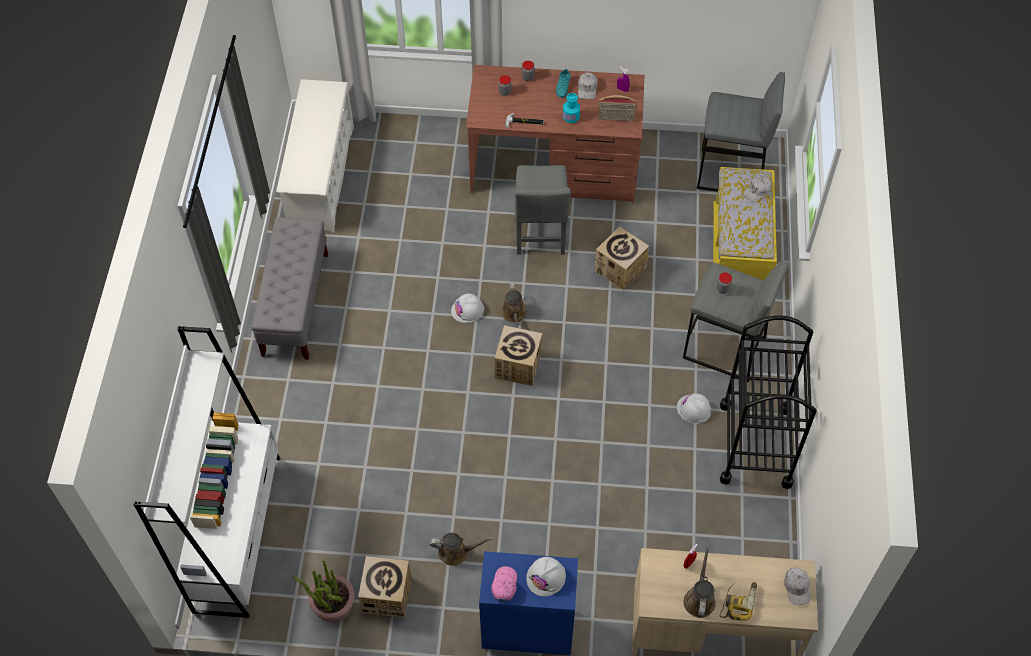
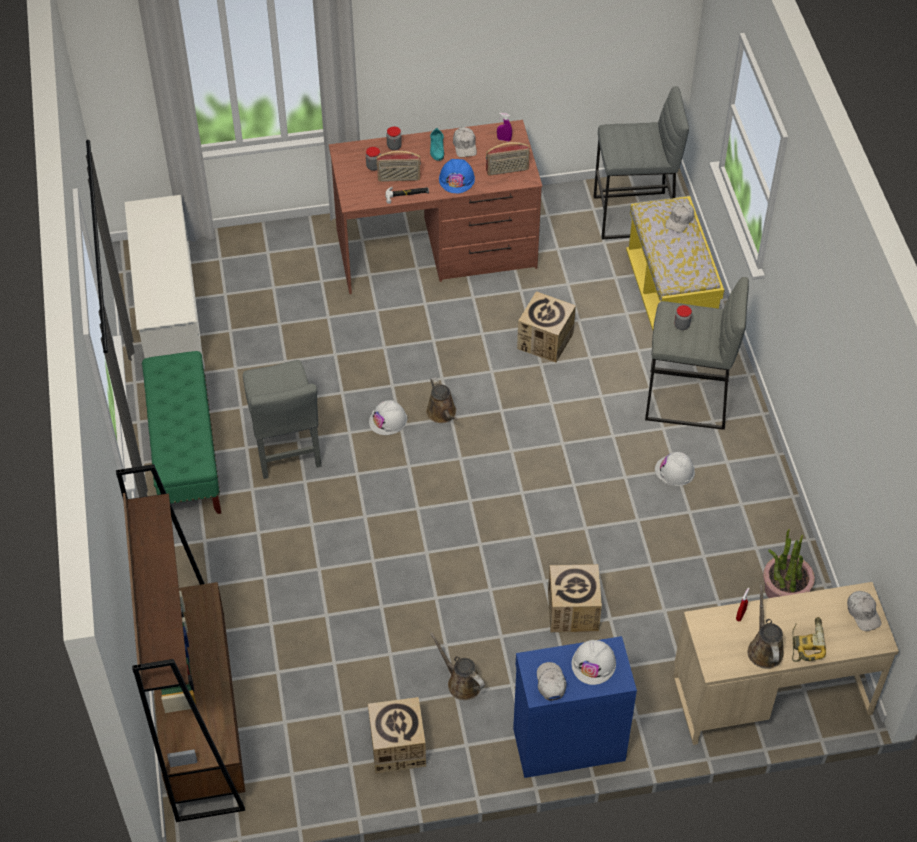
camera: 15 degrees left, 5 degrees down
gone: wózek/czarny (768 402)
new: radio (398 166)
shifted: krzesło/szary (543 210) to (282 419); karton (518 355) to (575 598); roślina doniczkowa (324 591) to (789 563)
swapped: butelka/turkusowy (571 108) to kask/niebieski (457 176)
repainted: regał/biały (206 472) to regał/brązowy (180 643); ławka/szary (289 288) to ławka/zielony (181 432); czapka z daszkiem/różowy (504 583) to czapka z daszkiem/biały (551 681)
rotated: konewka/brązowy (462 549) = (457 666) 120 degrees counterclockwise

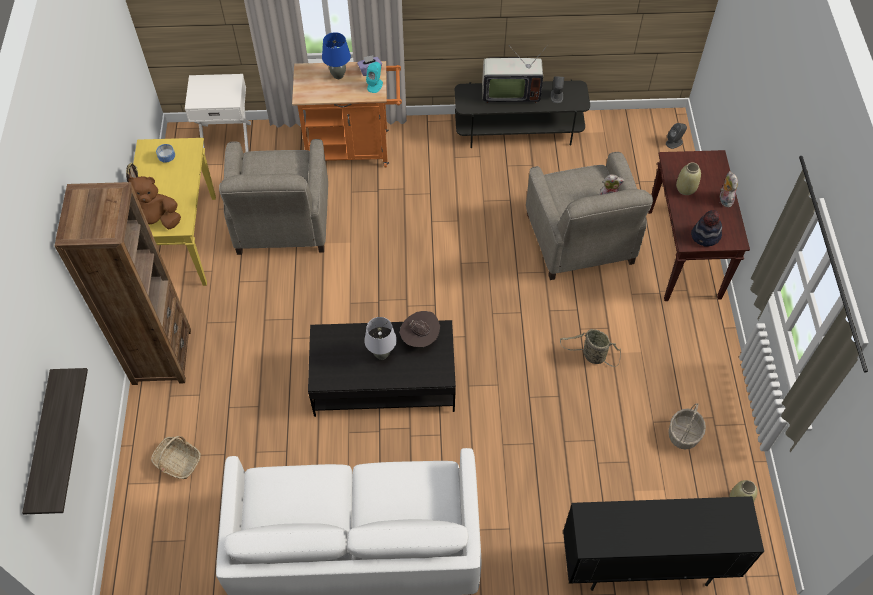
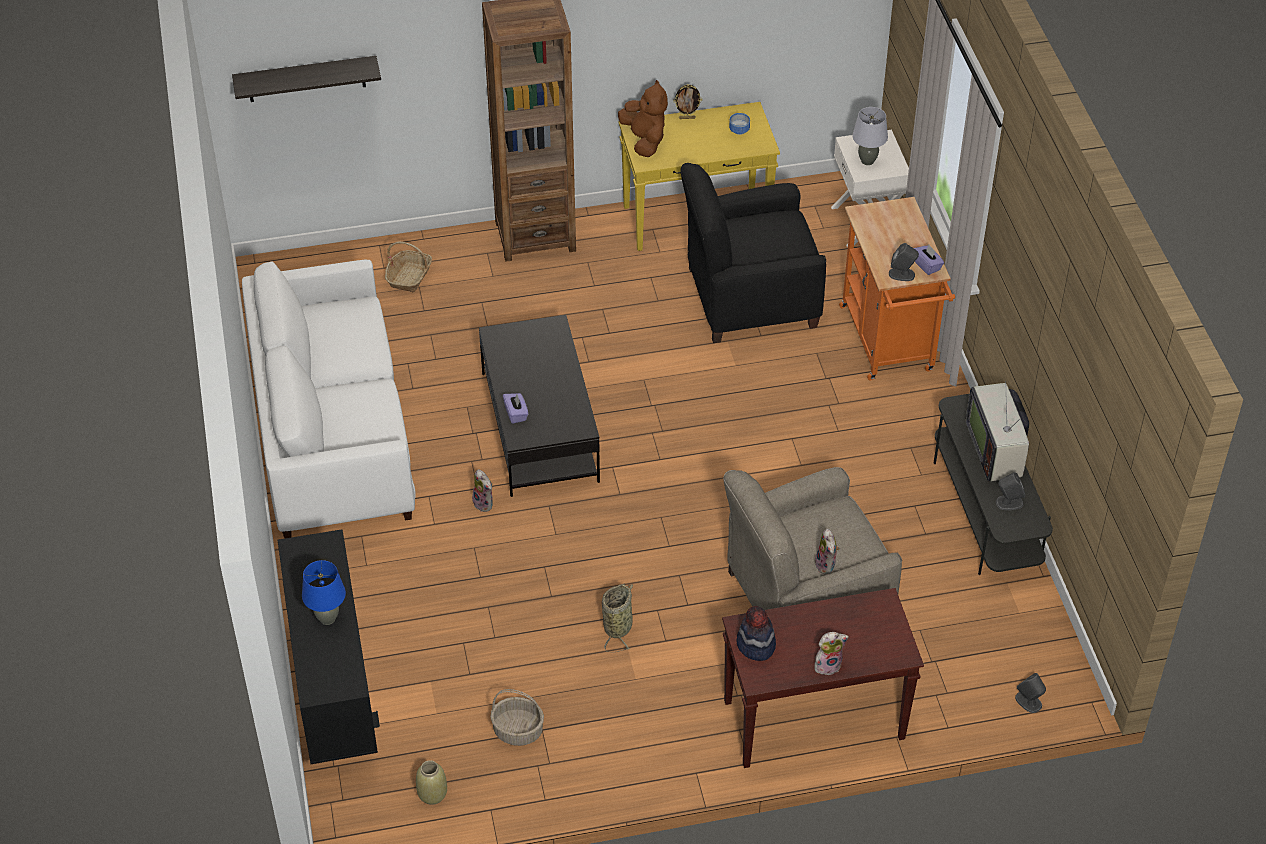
camera: 80 degrees right, 10 degrees down
gone: kapelusz/brązowy (420 329); wazon/beżowy (688 178)
new: pluszak (482 491); pudełko chusteczek/fioletowy (516 408)
shifted: lampa stołowa/niebieski (336 55) to (324 592); lampa stołowa/szary (380 338) to (870 136)
repainted: fotel/beżowy (273 197) to fotel/czarny (753 253); głośnik/turkusowy (374 77) to głośnik/szary (904 262)

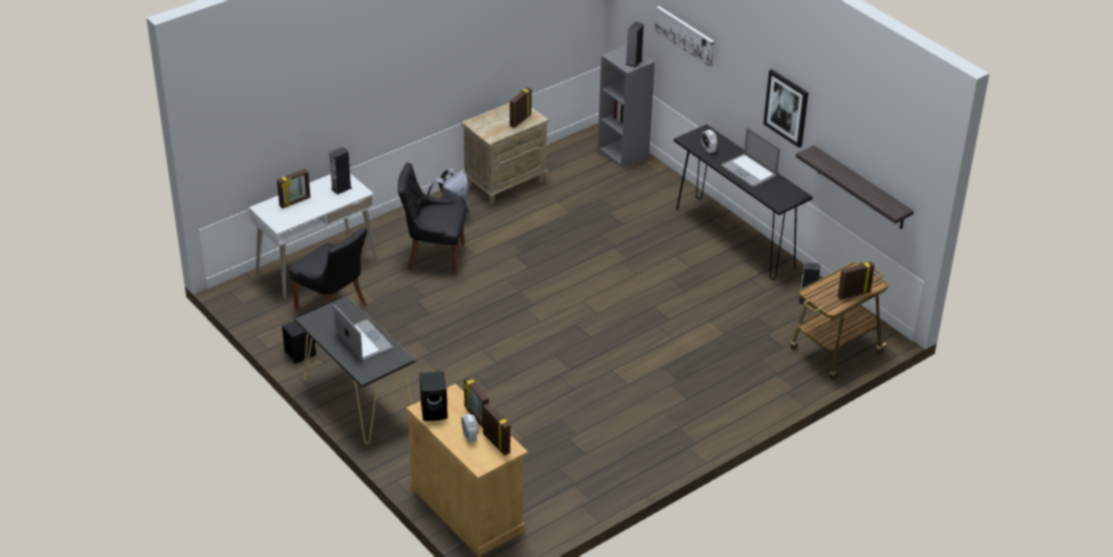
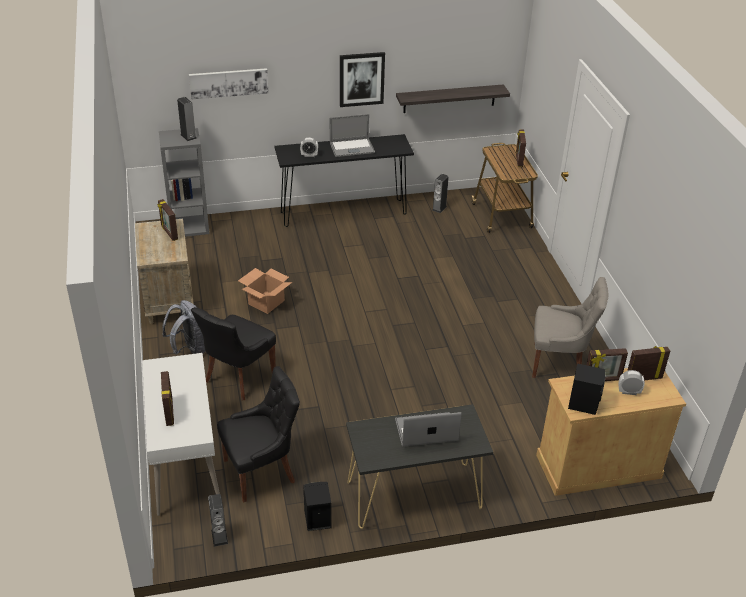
camera: 65 degrees left, 0 degrees up
new: karton (265 291); krzesło/szary (570 327)
shifted: głośnik (340 171) to (218 520)

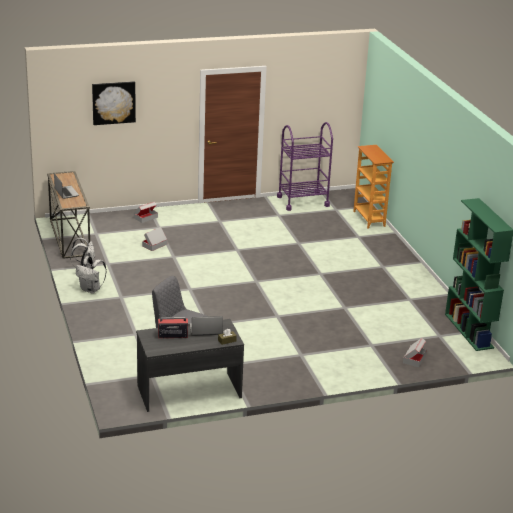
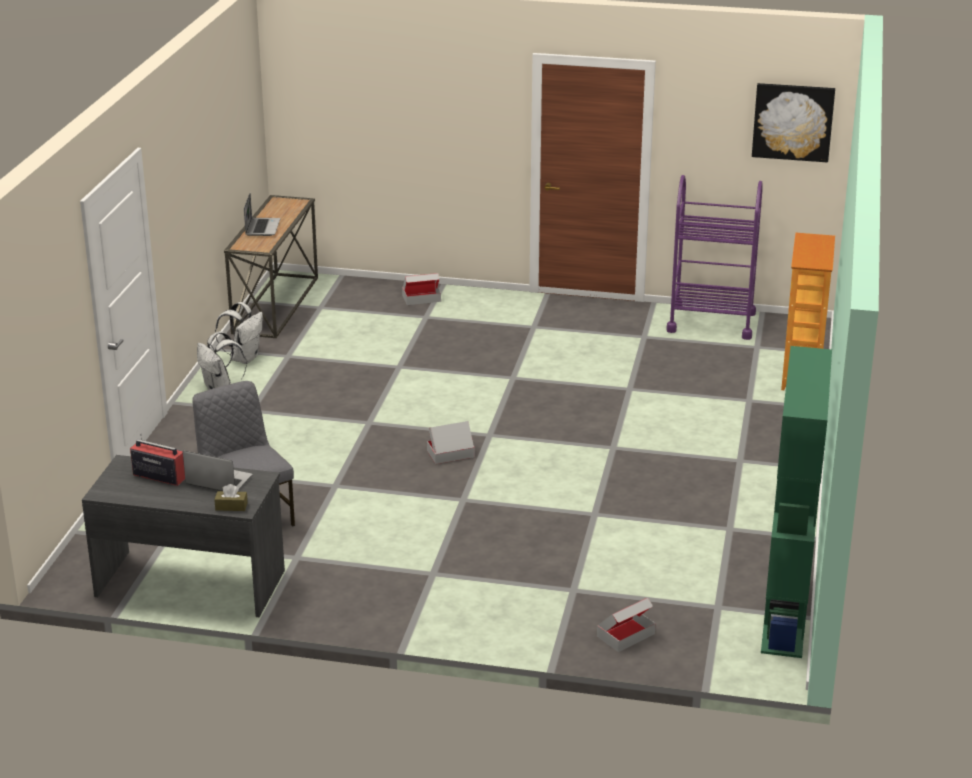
camera: 30 degrees right, 0 degrees up
shifted: karton (154 239) to (451 442); obraz (114 103) to (793 122)

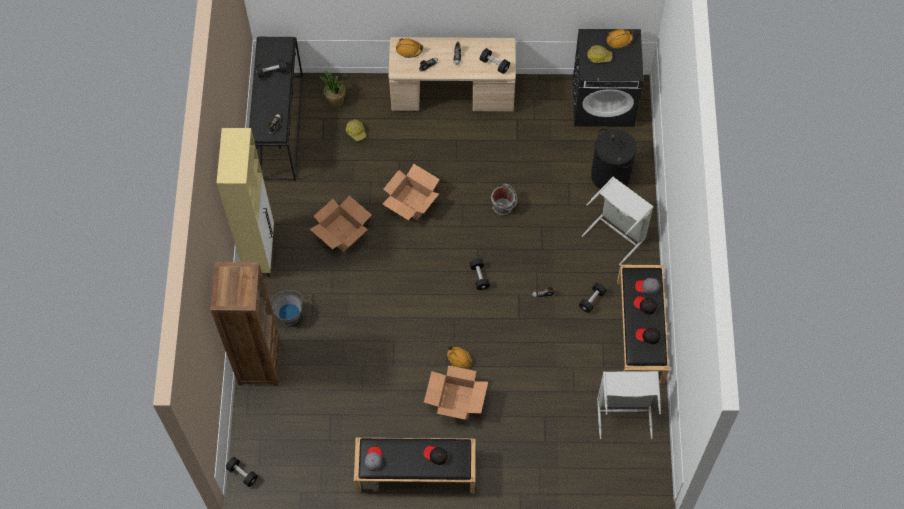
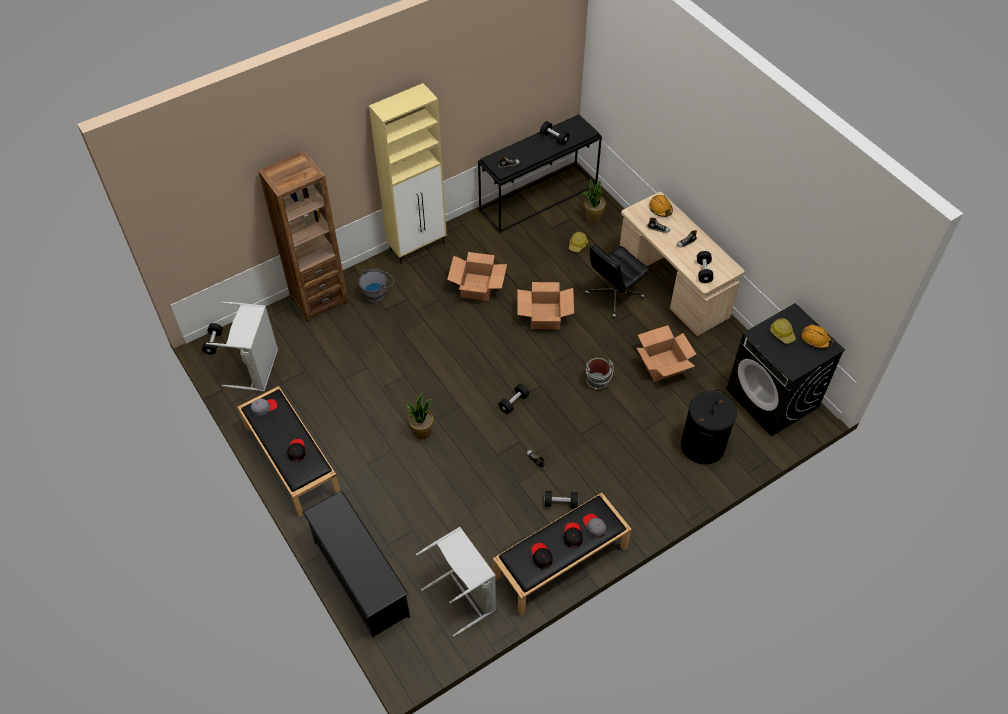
camera: 55 degrees right, 10 degrees down
new: regał na buty/czarny (356 563); krzesło biurowe/czarny (617 281)
shifted: kosz na pranie/szary (618 220) to (242 346); karton (456 392) to (666 353)
swapped: kask/pomarańczowy (459 357) to roślina doniczkowa (420 416)

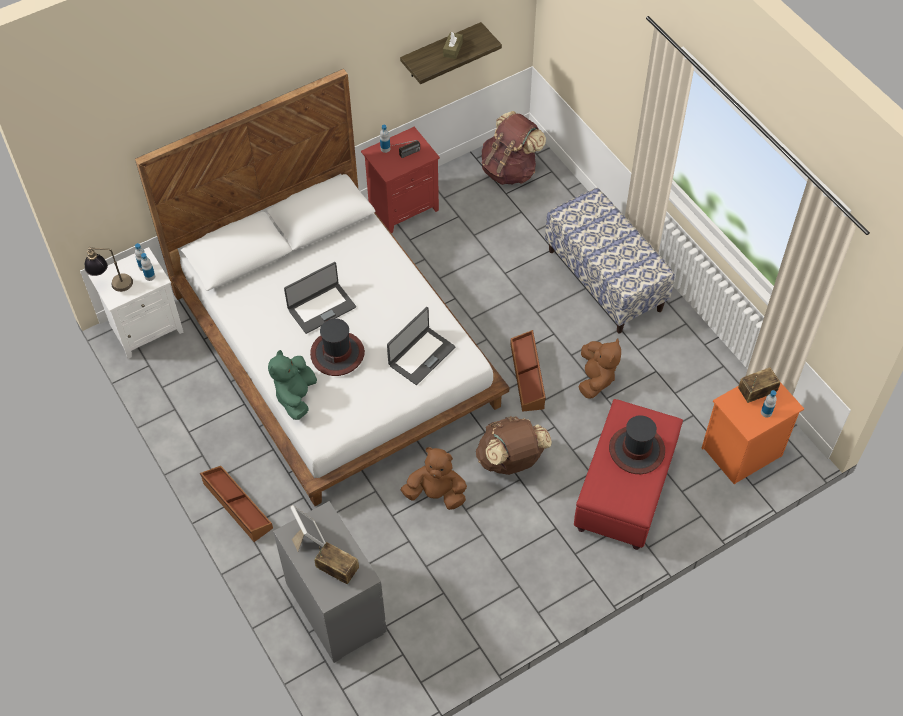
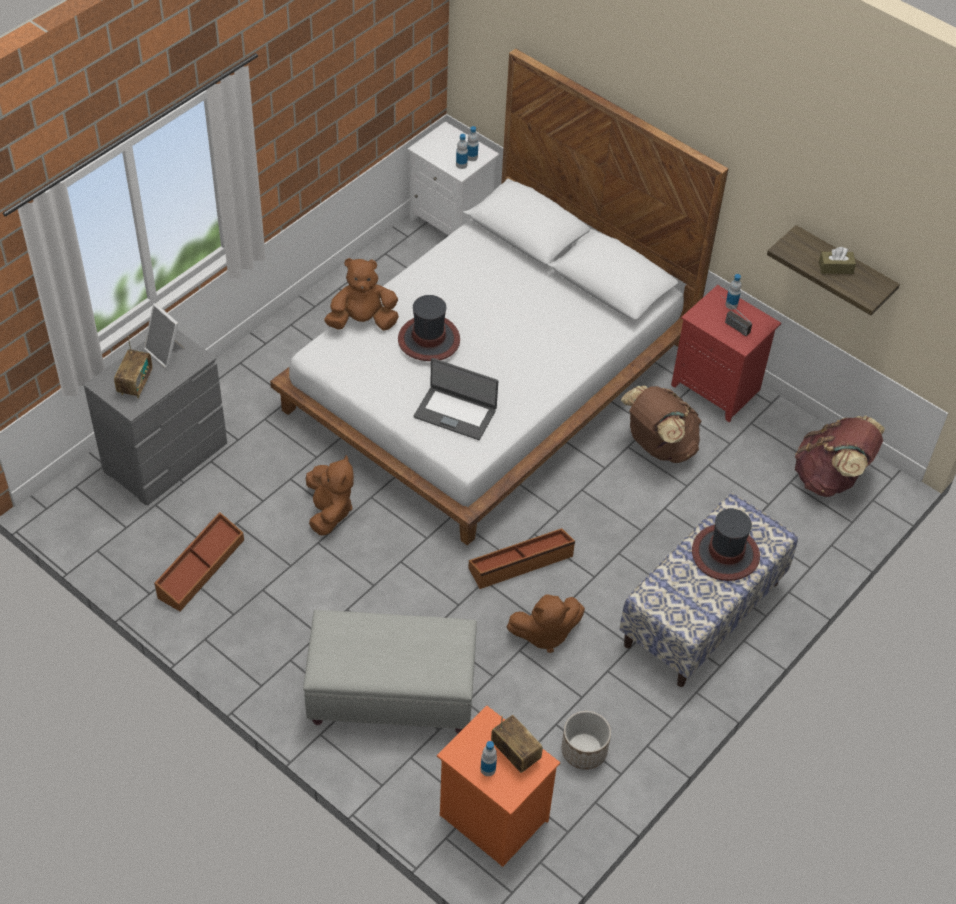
camera: 70 degrees right, 5 degrees down
gone: lampa stołowa (109 269); laptop (320 298)
new: donica (586 740)
shifted: pojemnik do przechowywania/brązowy (236 504) to (199 562); plecak/brązowy (514 445) to (661 424); kapelusz (637 444) to (726 545)
repainted: pufa/czerwony (628 474) to pufa/szary (390 672); pluszak/zielony (292 385) to pluszak/brązowy (361 294)
rotated: ramka na zdjęcie (308 528) = (164 336) 90 degrees clockwise

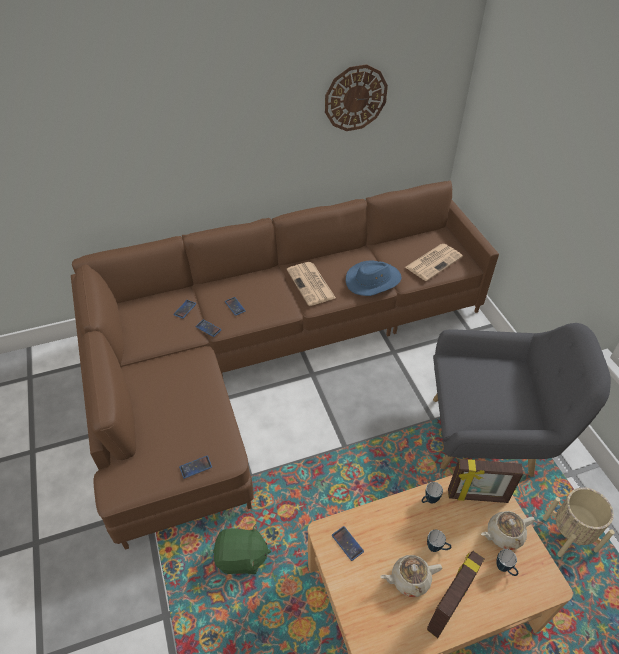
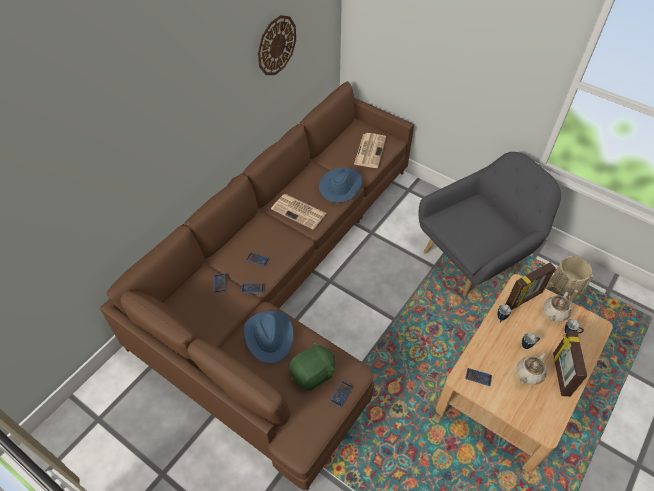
camera: 35 degrees left, 5 degrees up
new: kapelusz/niebieski (269 337)
shifted: pluszak/zielony (242 549) to (312 366)

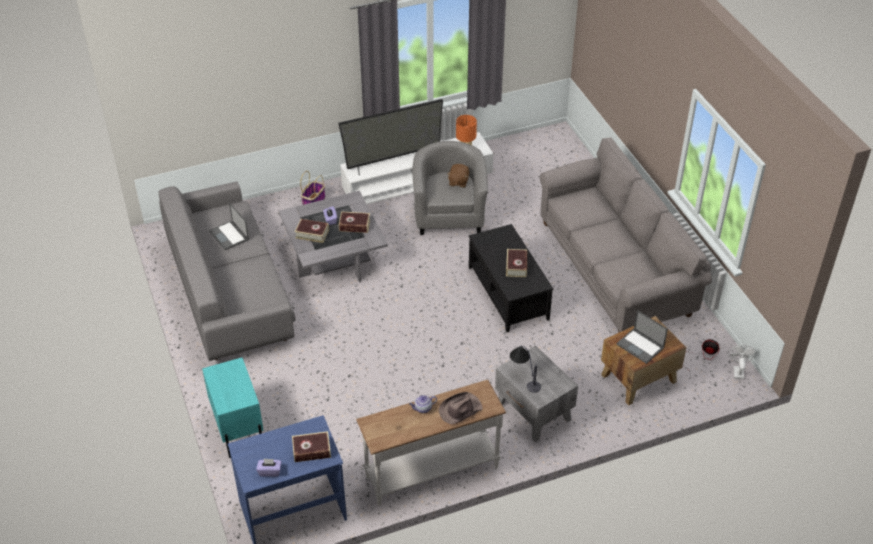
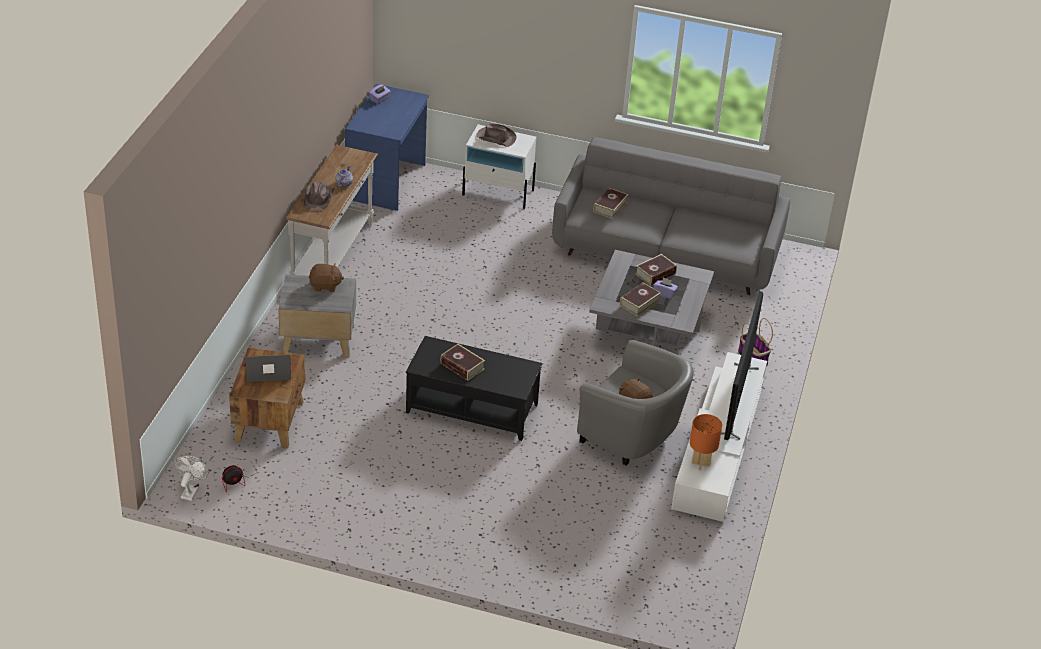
camera: 125 degrees right, 5 degrees down
gone: laptop (229 226); kanapa/szary (626 234)
new: kapelusz/brązowy (496 135)
shifted: książka (311 446) to (610 203)
swapped: lampa stołowa (525 369) to pluszak/brązowy (326 277)
repainted: szafka nocna/turkusowy (233 407) to szafka nocna/biały (499 166)
rotated: wentylator/biały (742 361) = (191 478) 120 degrees counterclockwise

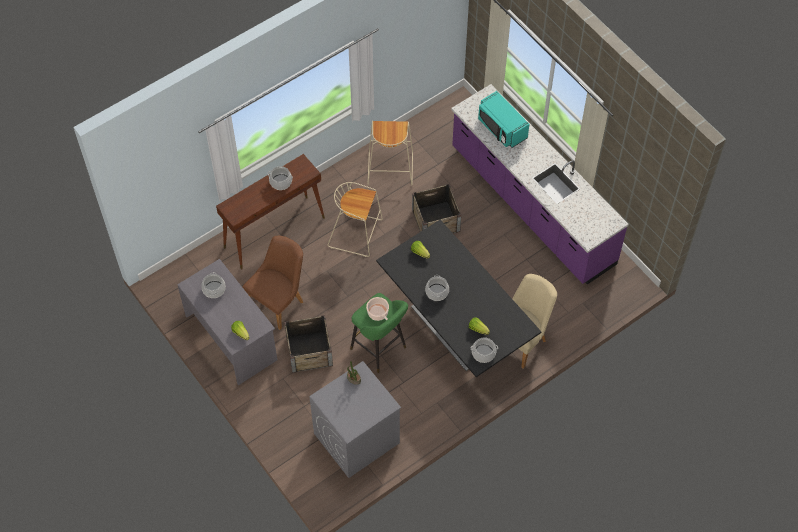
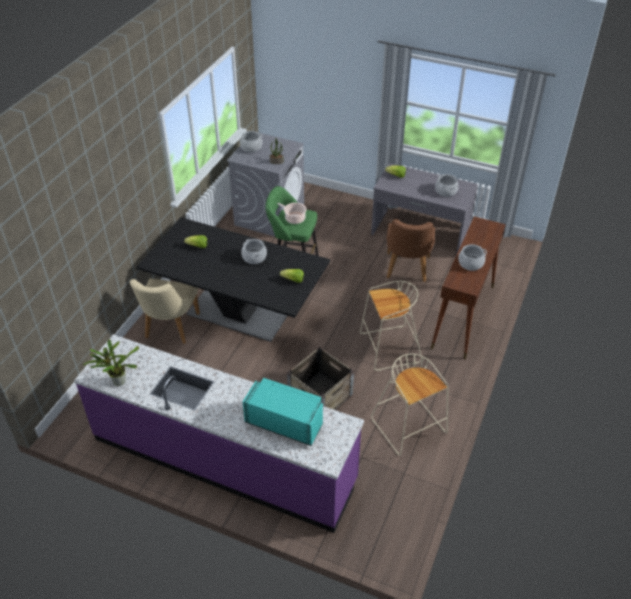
camera: 150 degrees right, 15 degrees down
gone: skrzynka (308 344)
new: roślina doniczkowa (111 362)
shifted: garnek (484 350) to (251 141)

